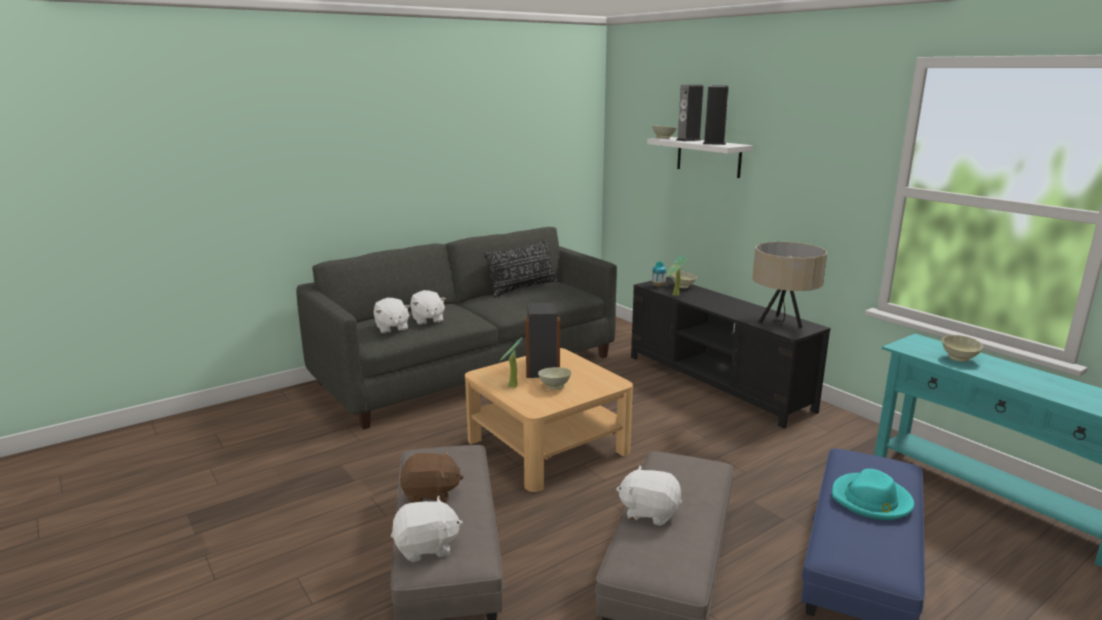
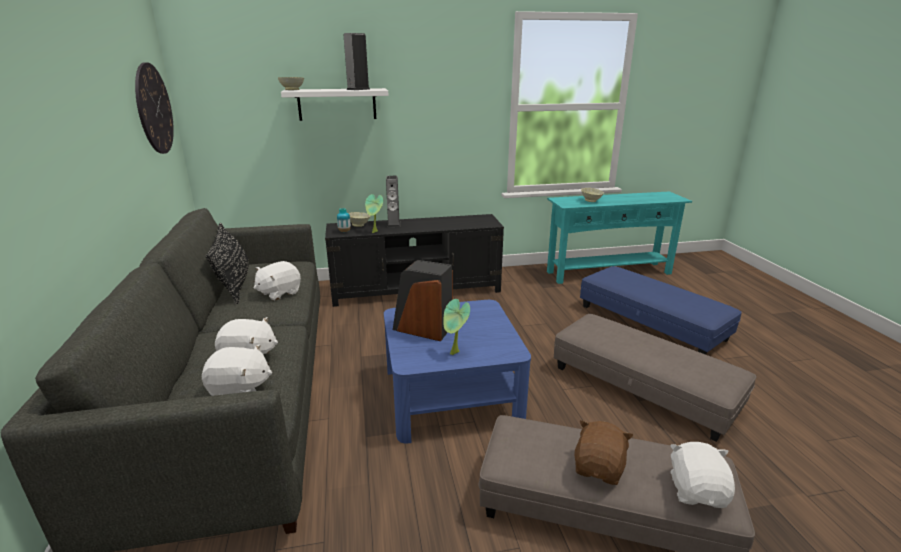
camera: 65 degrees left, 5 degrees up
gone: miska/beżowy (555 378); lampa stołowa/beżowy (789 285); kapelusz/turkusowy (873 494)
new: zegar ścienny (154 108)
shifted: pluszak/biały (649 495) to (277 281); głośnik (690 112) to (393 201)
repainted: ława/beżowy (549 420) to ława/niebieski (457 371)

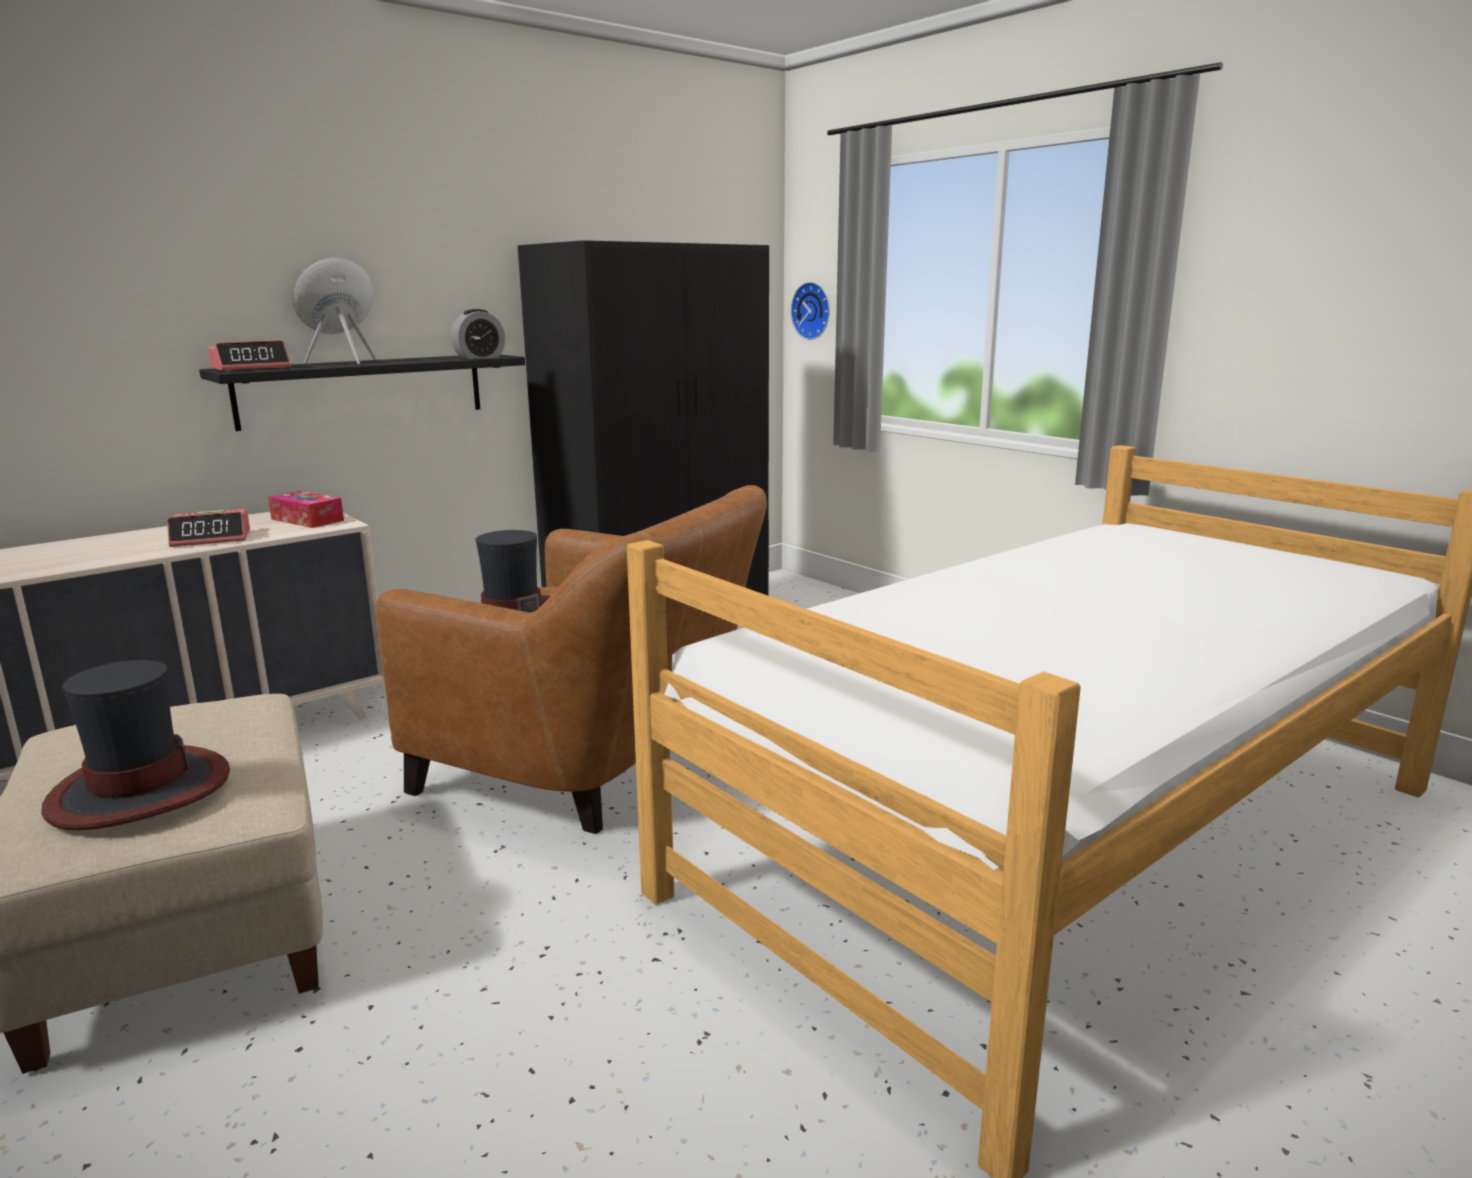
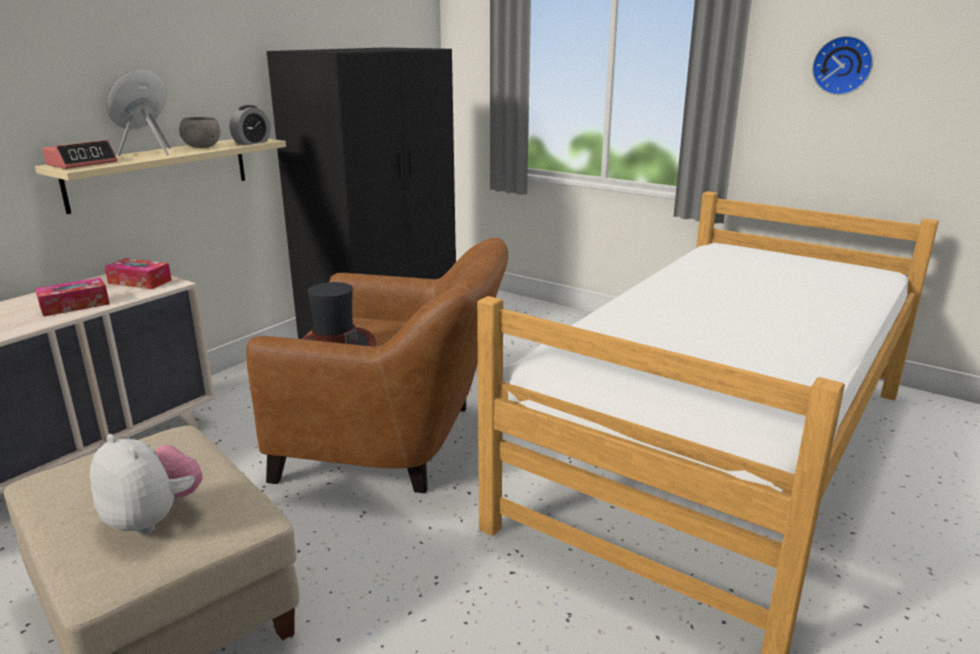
camera: 15 degrees left, 5 degrees up
new: miska/szary (200 132)
shifted: zegar ścienny (810 311) to (842 65)
swapped: budzik (208 528) to pudełko chusteczek (72 297); kapelusz (135 745) to pluszak (146 484)
repainted: półka/czarny (362 393) to półka/beżowy (160 176)

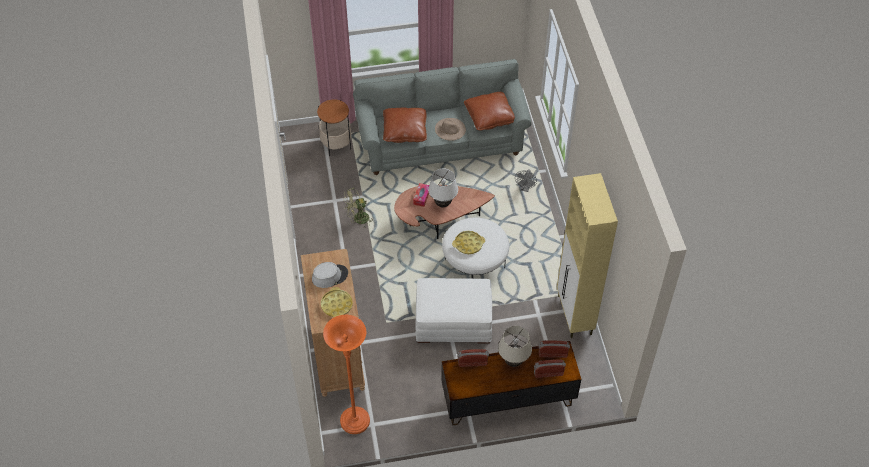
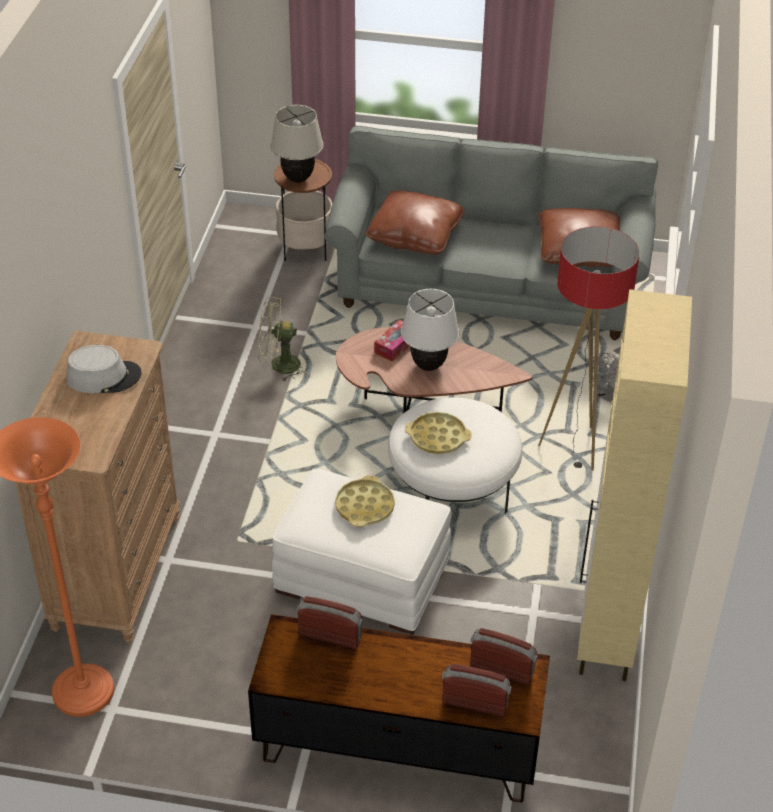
camera: 20 degrees right, 10 degrees down
gone: kapelusz/beżowy (450 129)
new: lampa stojąca (589 348)
shifted: lampa stołowa/beżowy (515 346) to (297 144); taca/żółty (337 302) to (365 501)

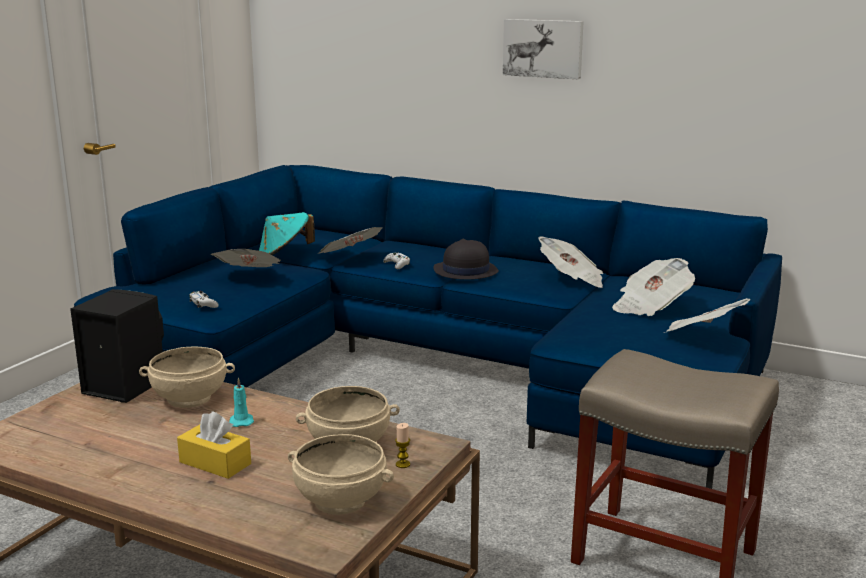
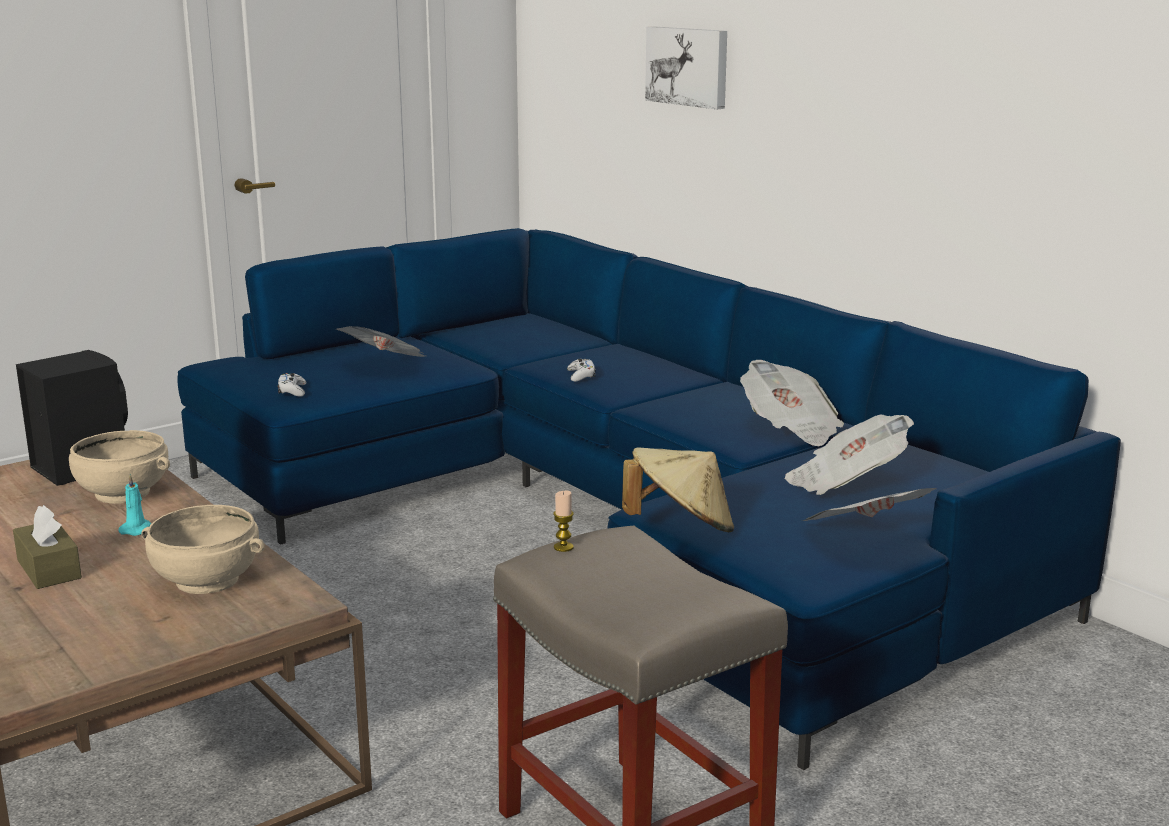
camera: 25 degrees right, 0 degrees up
gone: kapelusz/turkusowy (287 233); miska/beżowy (341 474); gazeta (350 240); kapelusz/czarny (466 259)
new: kapelusz/beżowy (678 489)
shifted: świeca (402 445) to (563 521); obraz (543 49) to (686 68)
repainted: pudełko chusteczek/żółty (214 445) to pudełko chusteczek/brązowy (47 547)

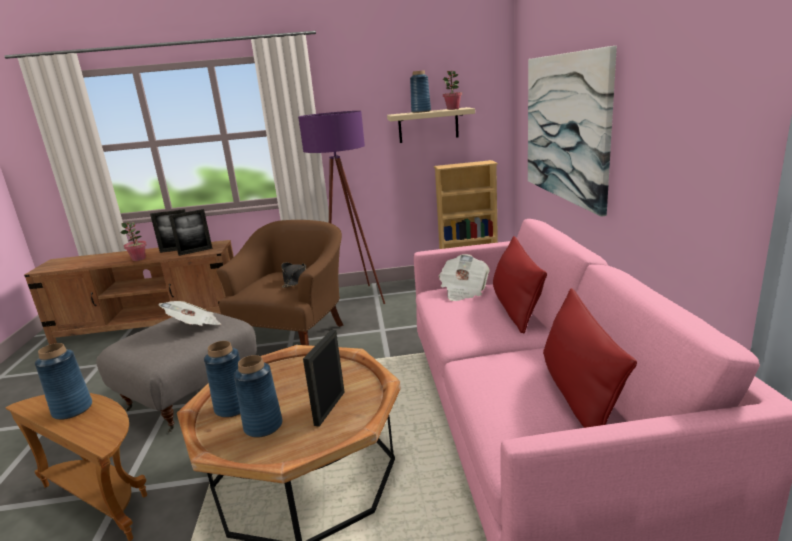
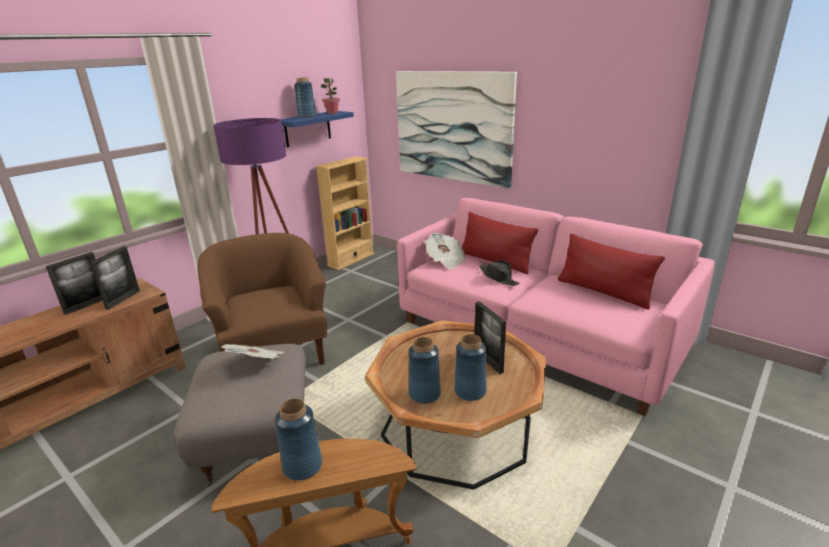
camera: 45 degrees left, 5 degrees up
gone: roślina doniczkowa (133 241)
shifted: kapelusz/czarny (293 275) to (499 273)
repainted: półka/beżowy (431 125) to półka/niebieski (317 129)

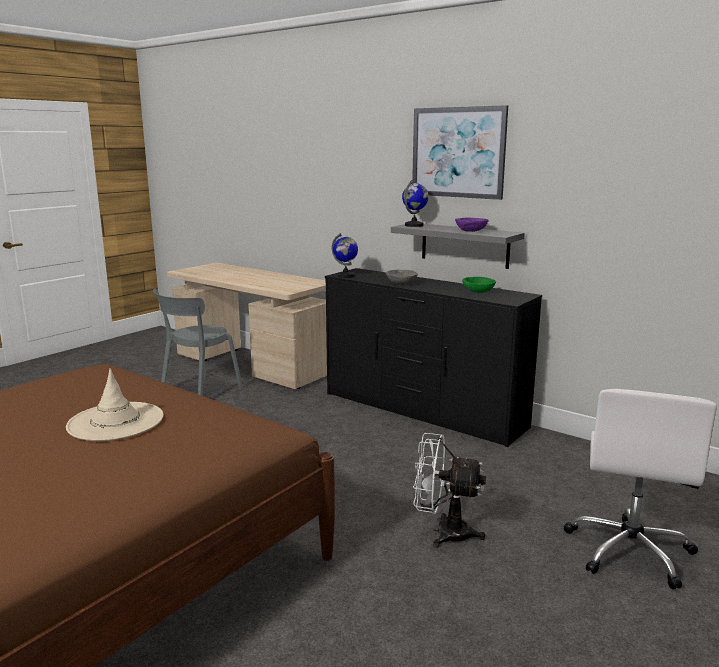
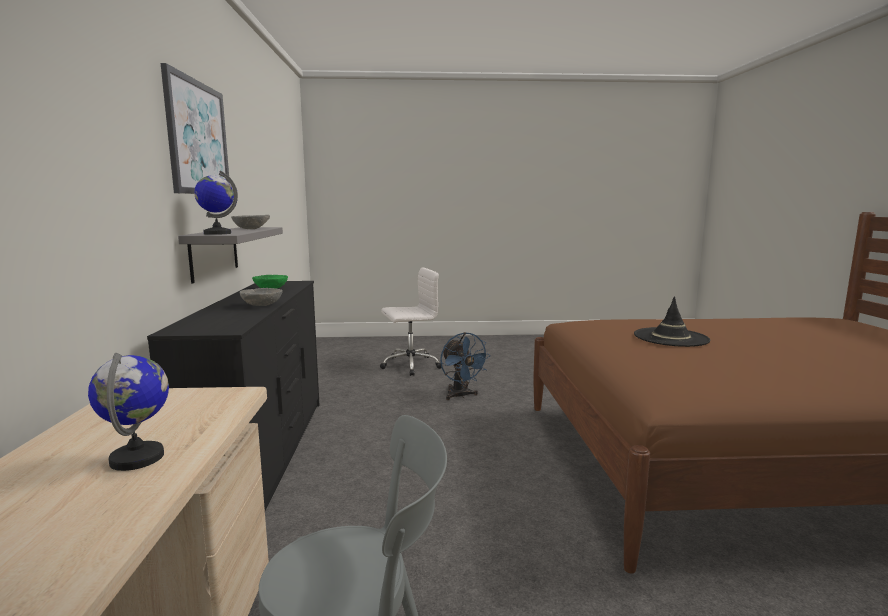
camera: 130 degrees left, 5 degrees down
shifted: globus (345 255) to (128 412)
repainted: miska/fioletowy (472 224) to miska/szary (250 222); wentylator/biały (449 490) to wentylator/niebieski (465 366); kapelusz/beżowy (114 405) to kapelusz/czarny (672 321)

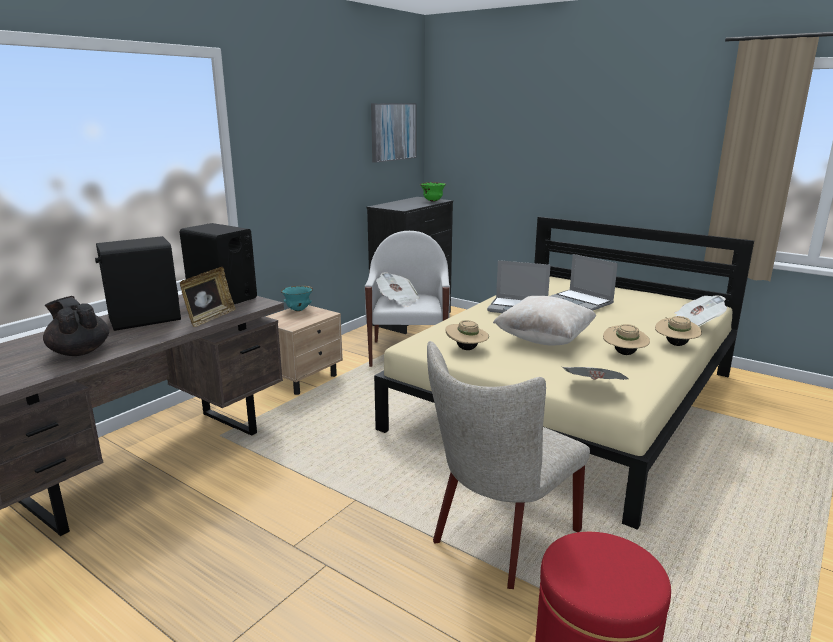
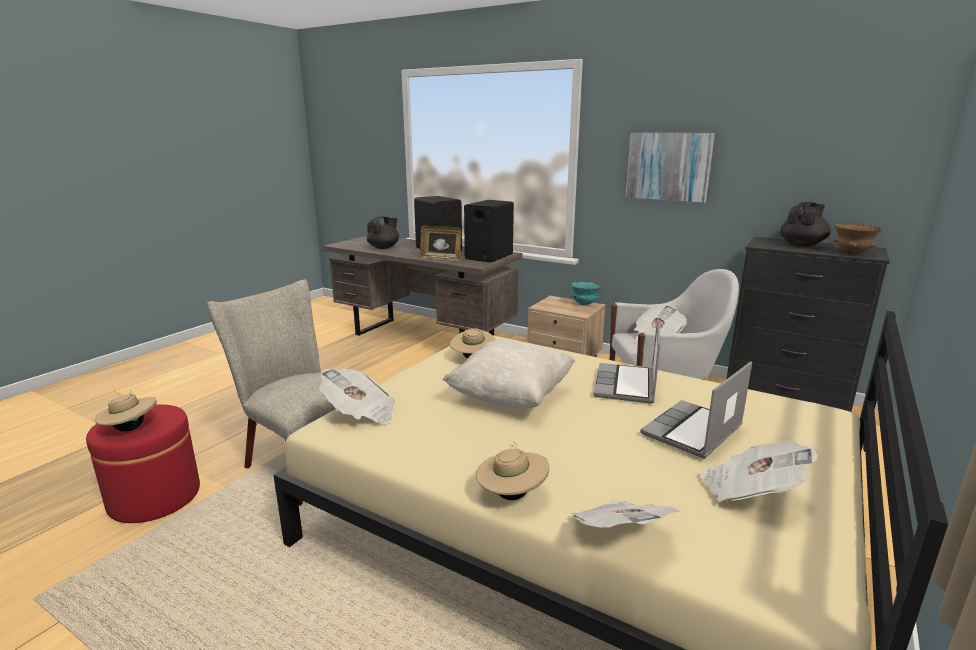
camera: 85 degrees right, 0 degrees up
new: gazeta (758 471); imbryk/czarny (805 224)
shifted: kapelusz/beżowy (626 339) to (126 411); obraz (394 133) to (670 167)
repainted: miska/zielony (433 192) to miska/brązowy (858 239)

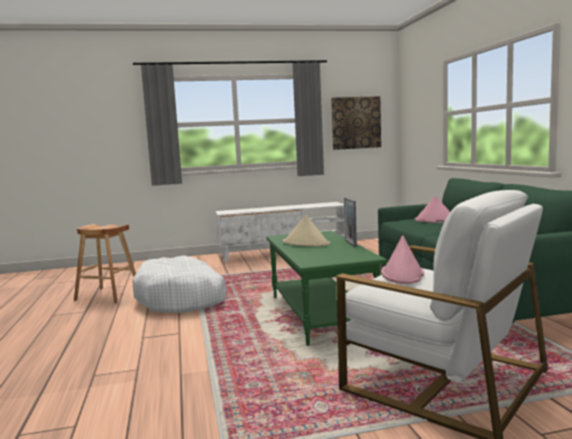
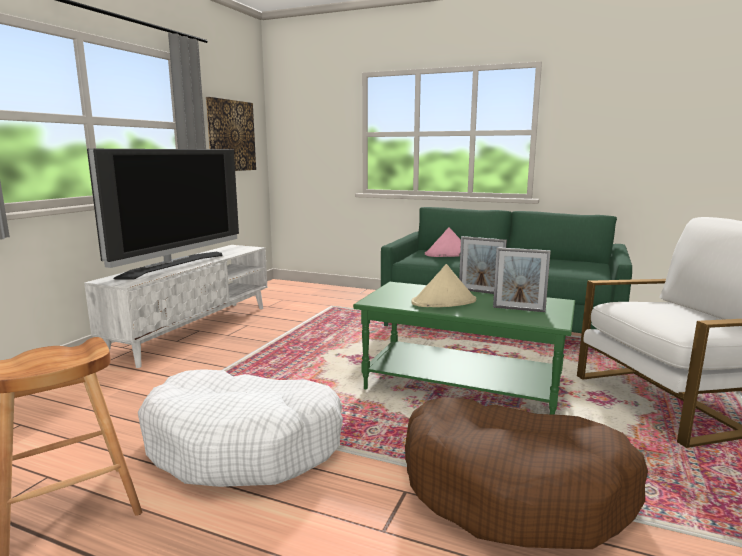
camera: 55 degrees left, 5 degrees up
gone: kapelusz/różowy (402 260)
new: telewizor (163 214); legowisko/brązowy (526 473); ramka na zdjęcie (522 279)

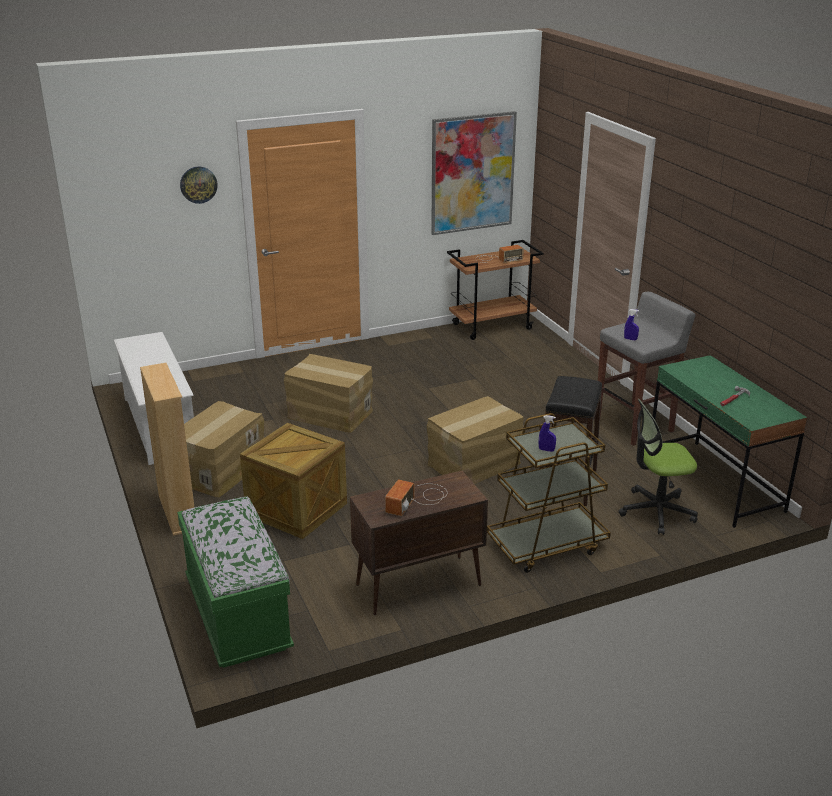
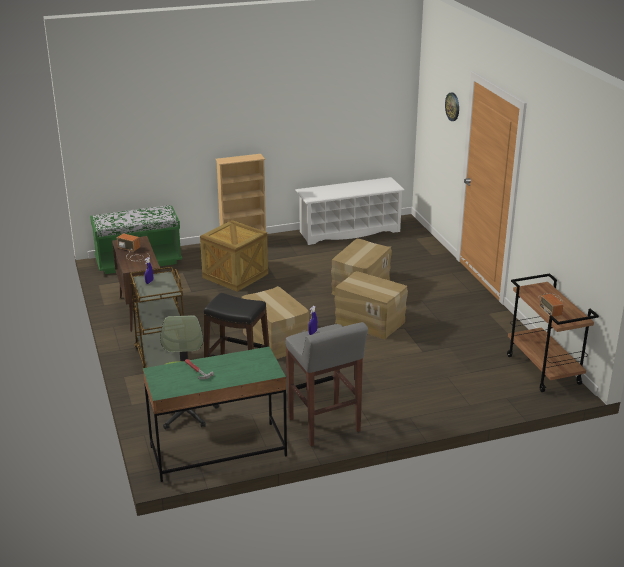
camera: 95 degrees right, 0 degrees up
gone: obraz (474 173)
shifted: karton (224 449) to (371 305)

